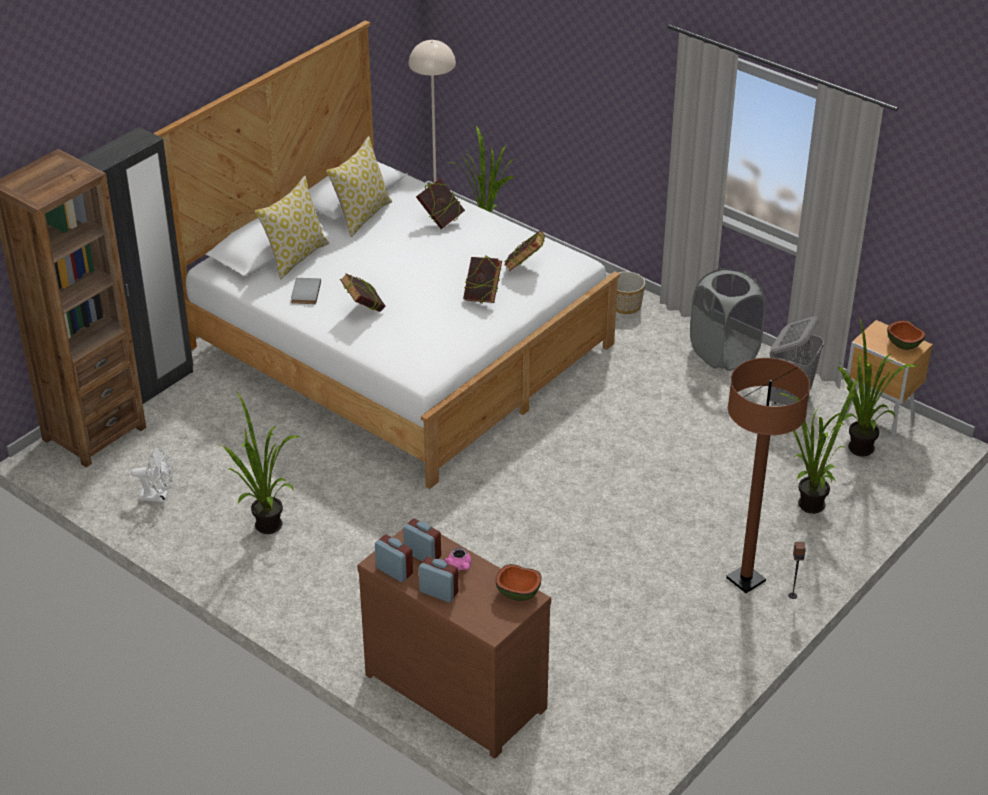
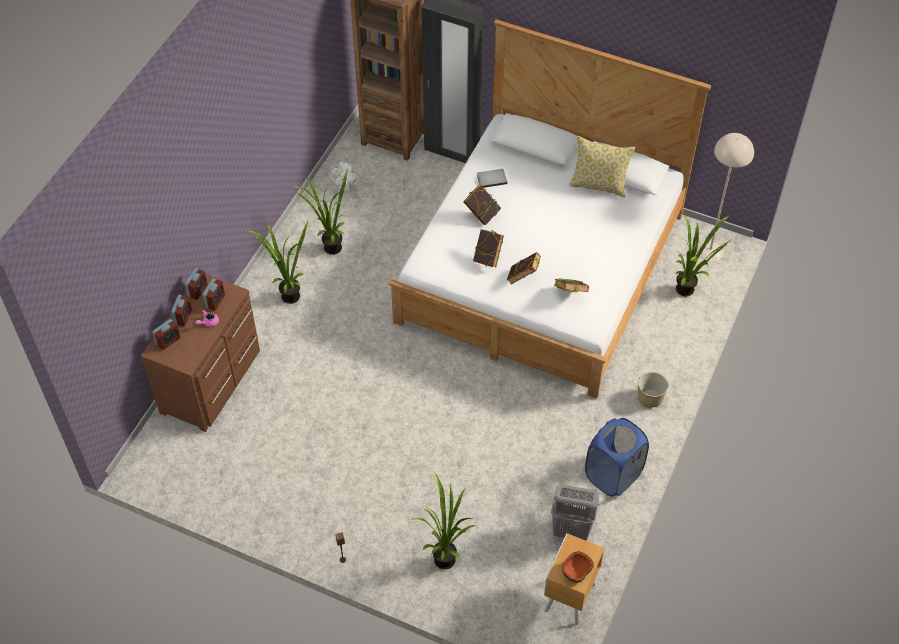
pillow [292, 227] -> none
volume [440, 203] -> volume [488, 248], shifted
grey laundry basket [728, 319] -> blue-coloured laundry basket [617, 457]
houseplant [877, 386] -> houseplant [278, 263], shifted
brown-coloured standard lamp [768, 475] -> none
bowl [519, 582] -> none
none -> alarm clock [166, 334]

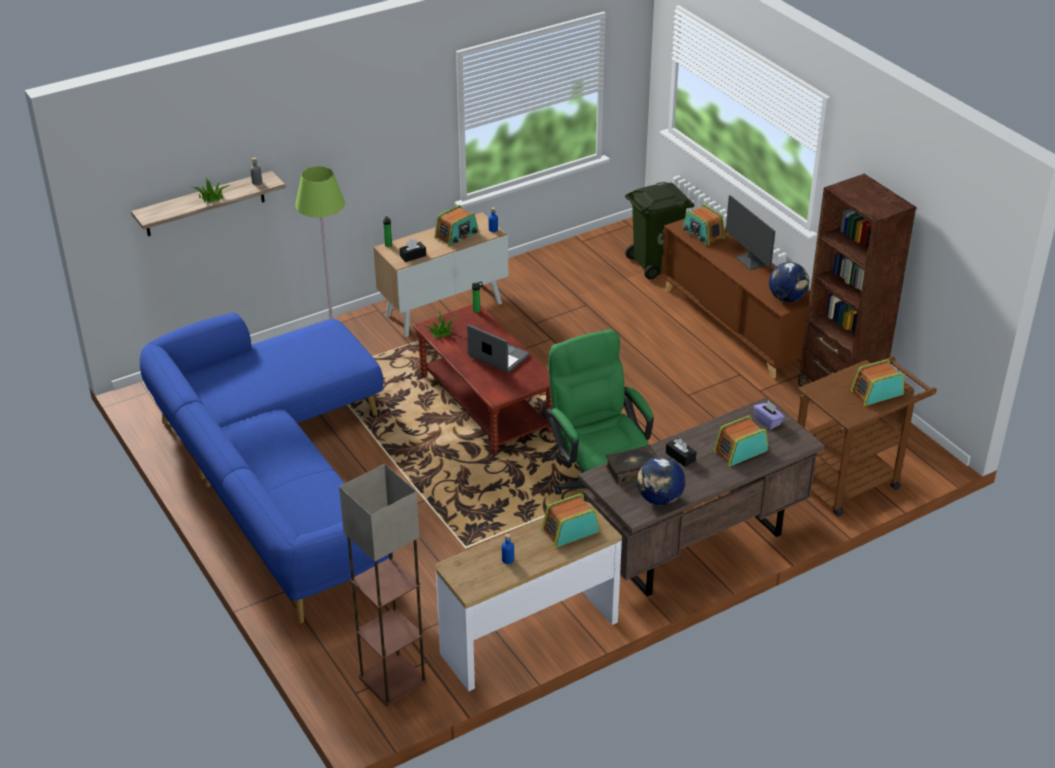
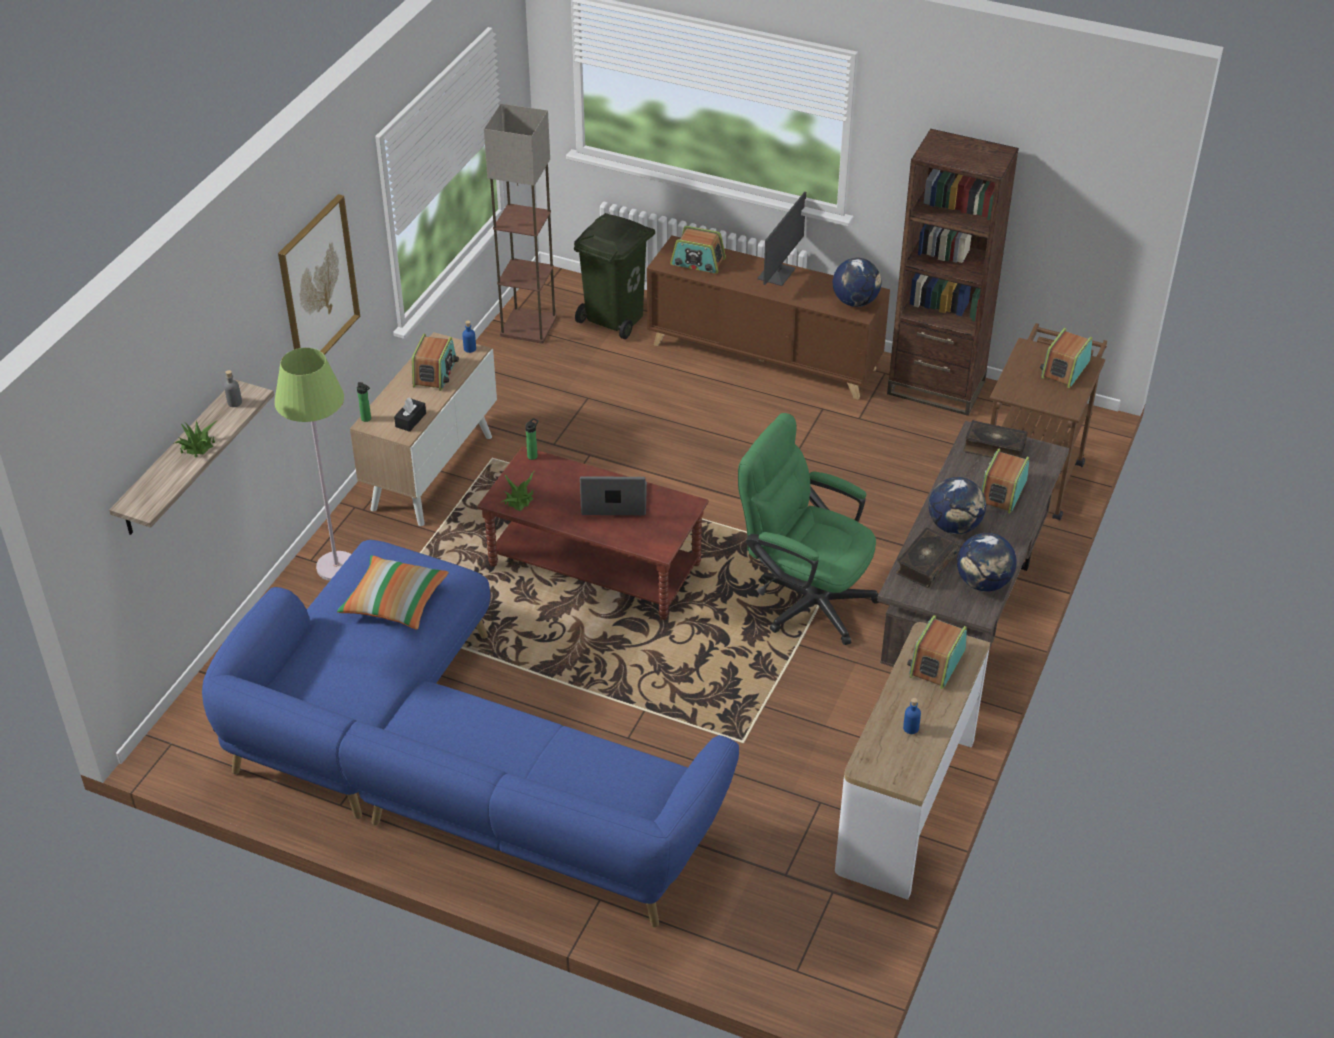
computer screen [750, 232] -> computer screen [781, 239], 90 degrees counterclockwise
purplish tissue box [768, 415] -> volume [995, 439]
black-coloured tissue box [681, 452] -> globe [957, 505]
standard lamp [383, 585] -> standard lamp [520, 224], shifted
none -> wall art [319, 274]
none -> pillow [393, 592]

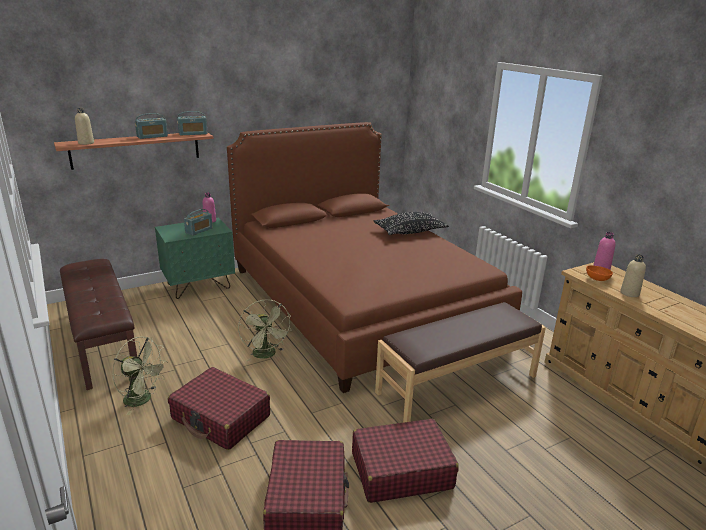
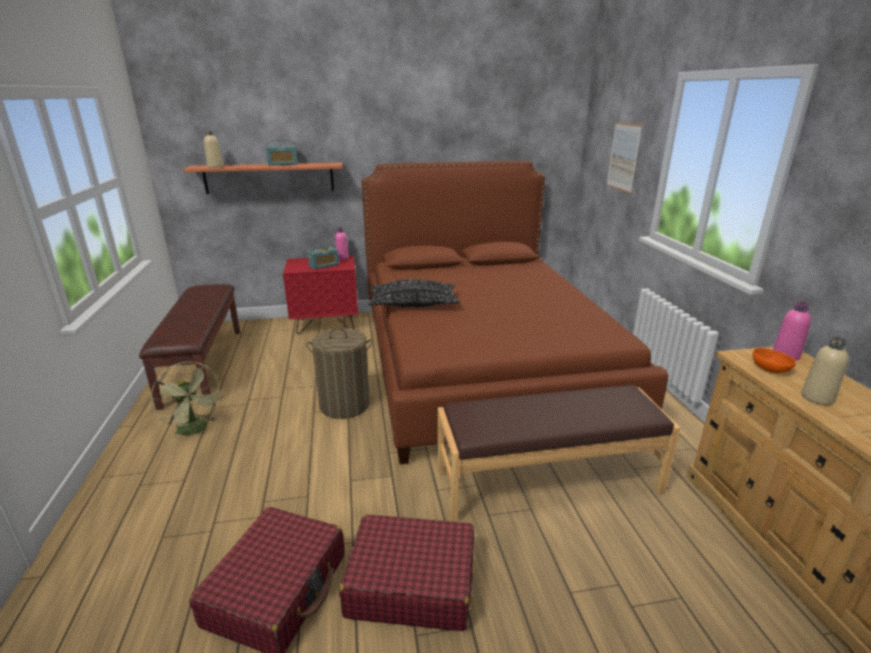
radio receiver [192, 123] -> none
black-coloured pillow [411, 223] -> black-coloured pillow [414, 293], shifted
greenish night table [195, 258] -> red-coloured night table [320, 295]
greenish fan [265, 330] -> laundry basket [339, 373]
red-coloured travel case [219, 408] -> none
none -> wall art [624, 157]

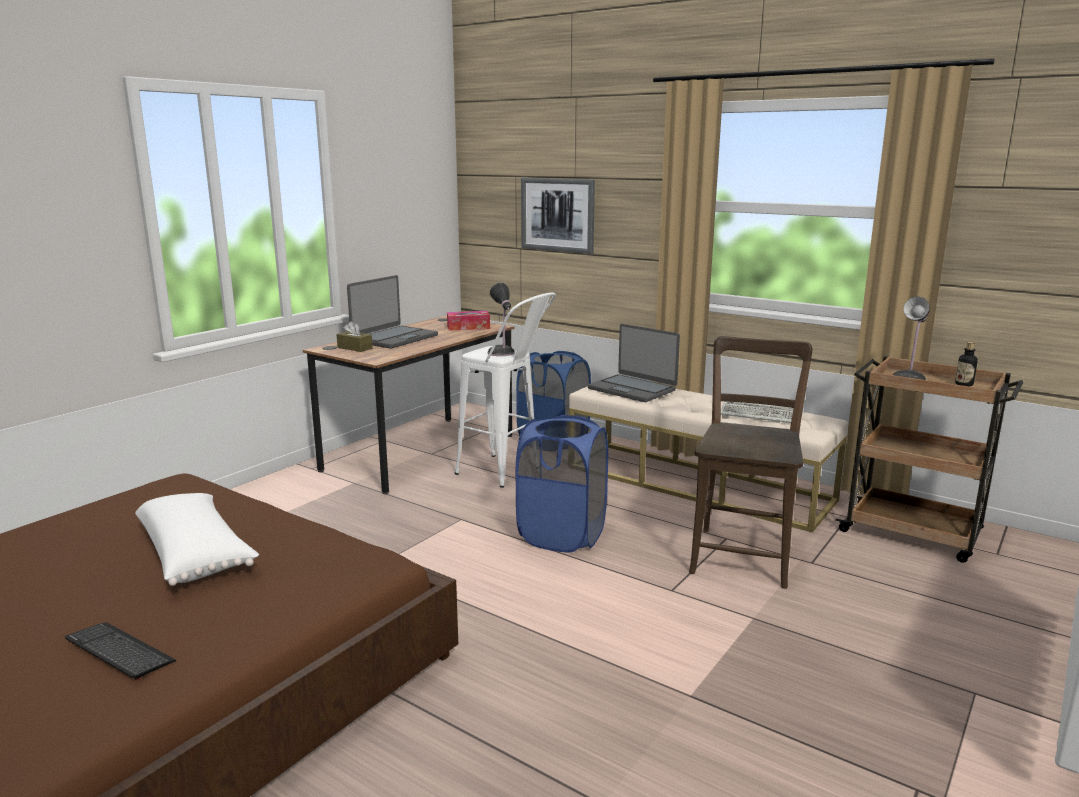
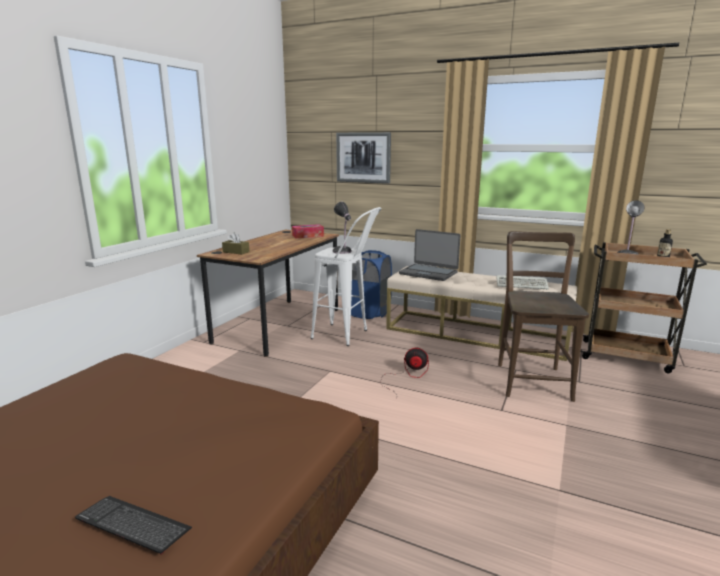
notebook computer [392, 312] -> none
blue-coloured laundry basket [562, 483] -> fan [404, 374]
white pillow [197, 539] -> none

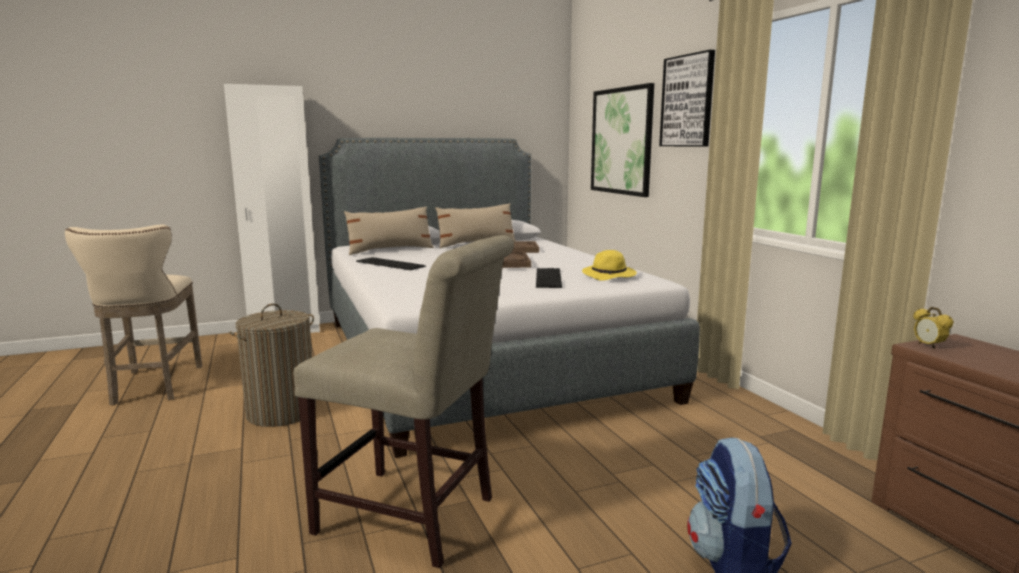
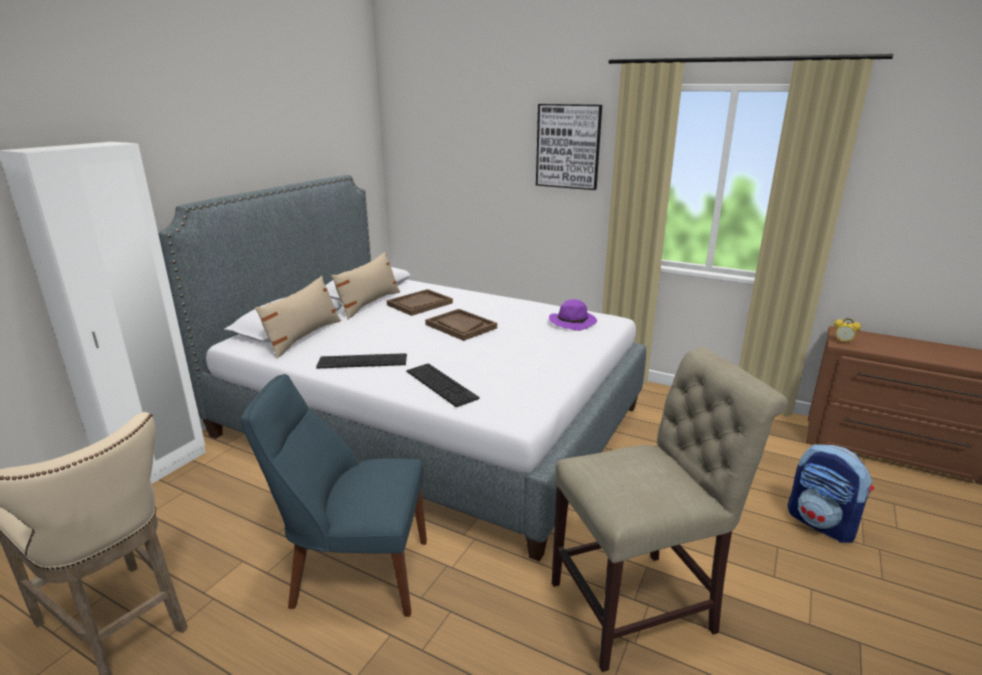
wall art [622, 140] -> none
yellow-coloured wearable hat [609, 265] -> purplish wearable hat [573, 315]
keyboard [549, 278] -> keyboard [443, 385], shifted
laundry basket [272, 365] -> blue-coloured upright chair [334, 495]

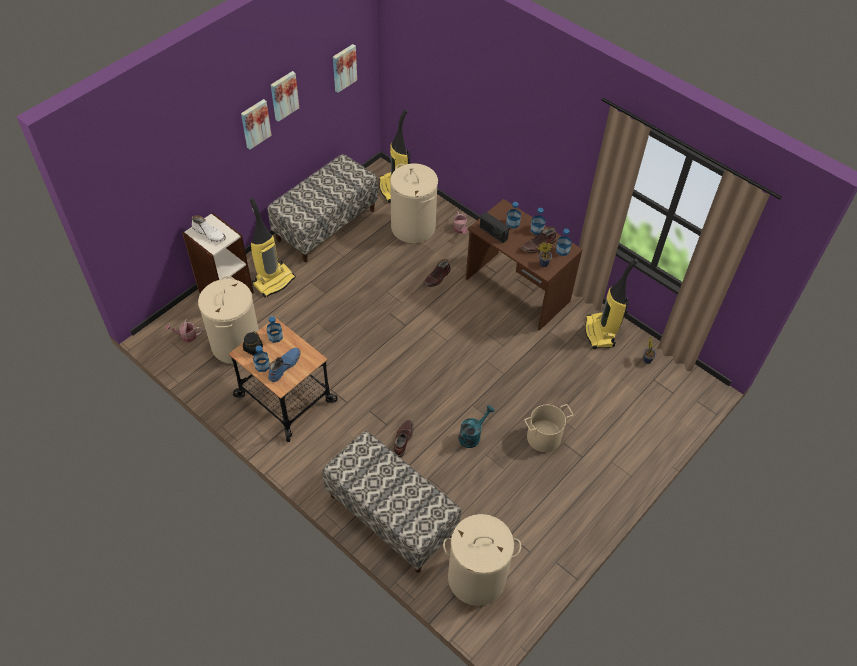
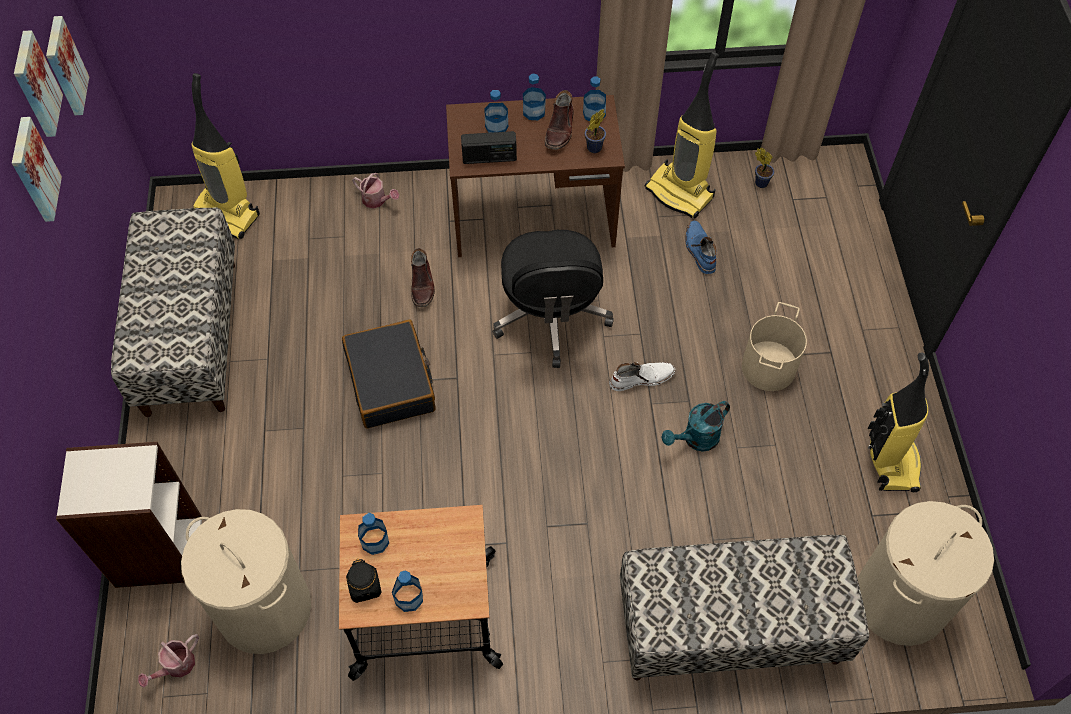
wall art [256, 124] -> wall art [38, 83], shifted
sand-coloured laundry basket [414, 203] -> none
hoover [272, 247] -> hoover [898, 422], shifted
white tall boot [209, 229] -> white tall boot [642, 376], shifted
blue-coloured tall boot [284, 365] -> blue-coloured tall boot [700, 247], shifted
blue-green watering can [476, 426] -> blue-green watering can [695, 426], 120 degrees counterclockwise
brown-coloured tall boot [403, 438] -> none
none -> black-coloured computer chair [553, 299]
none -> black-coloured travel case [388, 374]

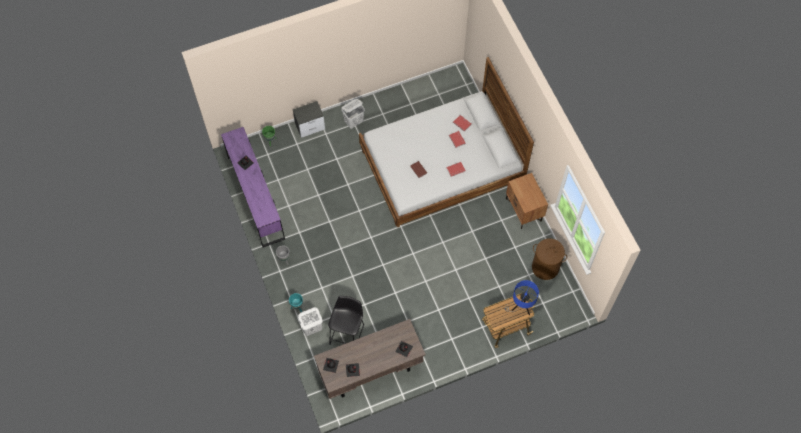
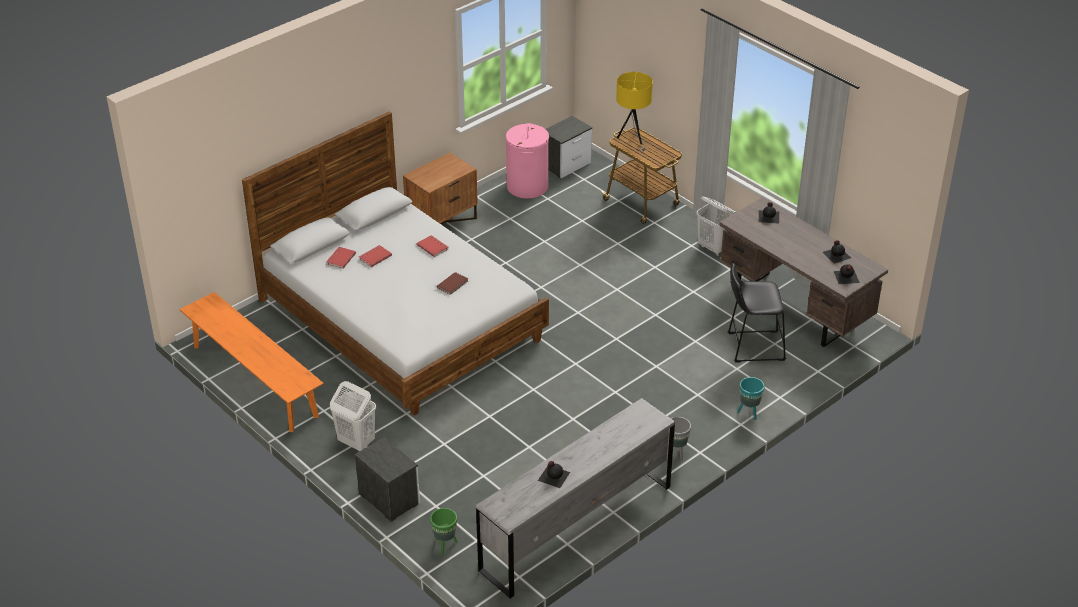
purplish dresser [253, 187] -> grey dresser [575, 498]
brown-coloured laundry basket [549, 259] -> pinkish laundry basket [527, 161]
blue-coloured tabletop lamp [522, 297] -> yellow-coloured tabletop lamp [634, 111]
white laundry basket [310, 321] -> white laundry basket [716, 226], shifted
none -> night table [569, 147]
none -> orange indoor bench [251, 362]

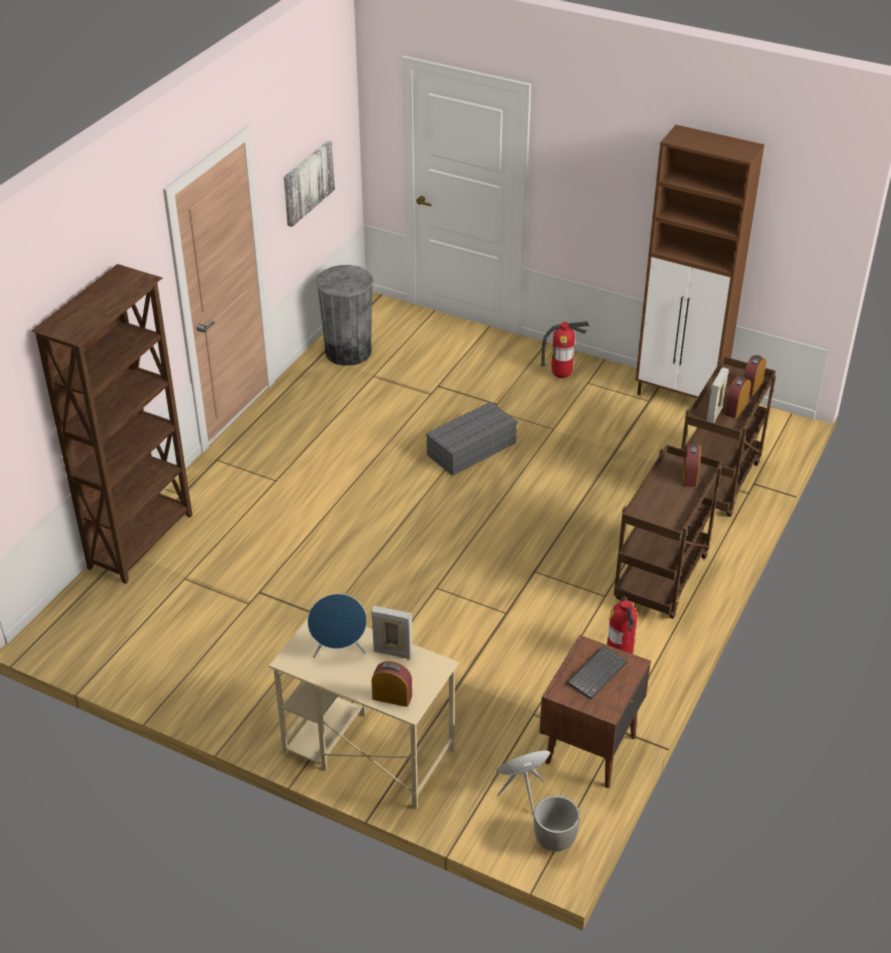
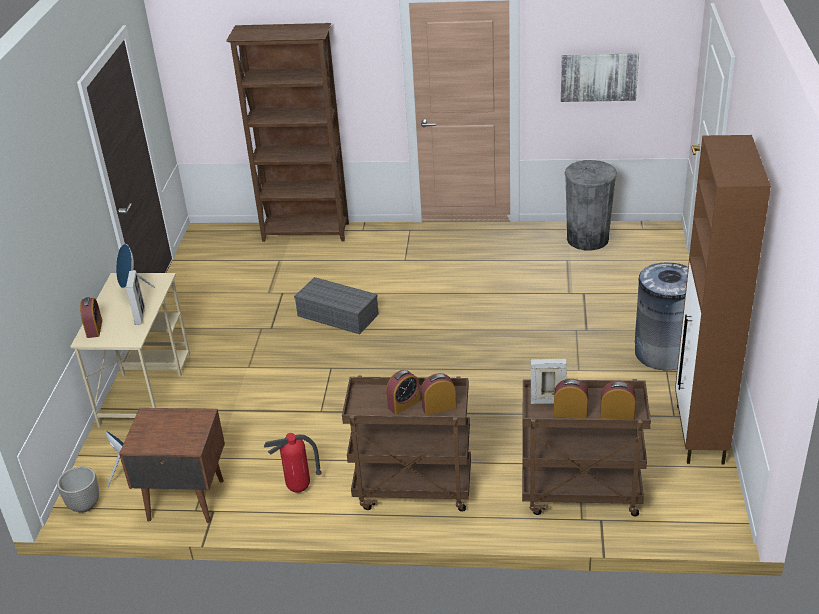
fire extinguisher [565, 349] -> grey trash can [661, 316]
grey storage container [472, 439] -> grey storage container [336, 305], shifted
keyboard [597, 672] -> none
none -> alarm clock [403, 392]

